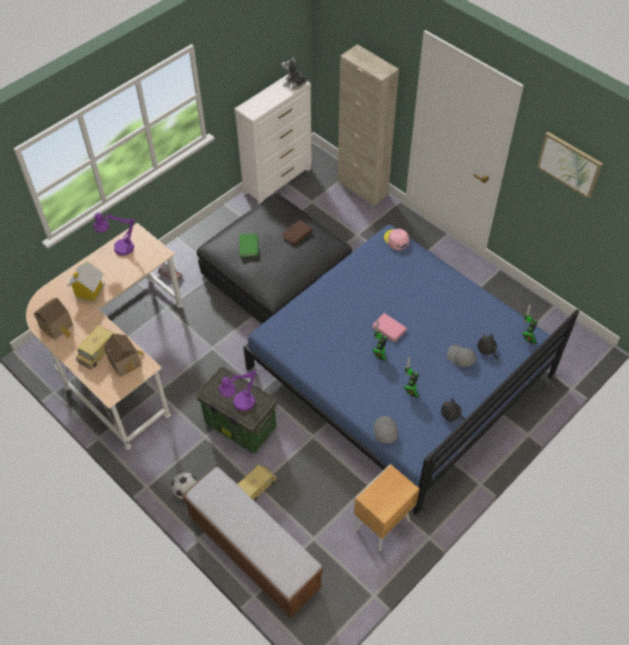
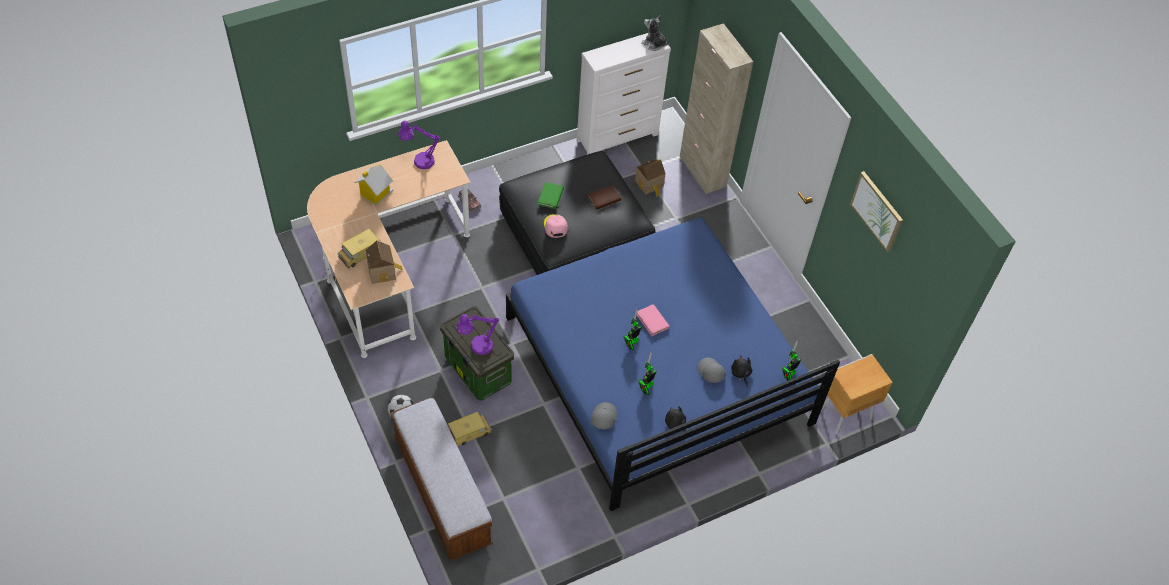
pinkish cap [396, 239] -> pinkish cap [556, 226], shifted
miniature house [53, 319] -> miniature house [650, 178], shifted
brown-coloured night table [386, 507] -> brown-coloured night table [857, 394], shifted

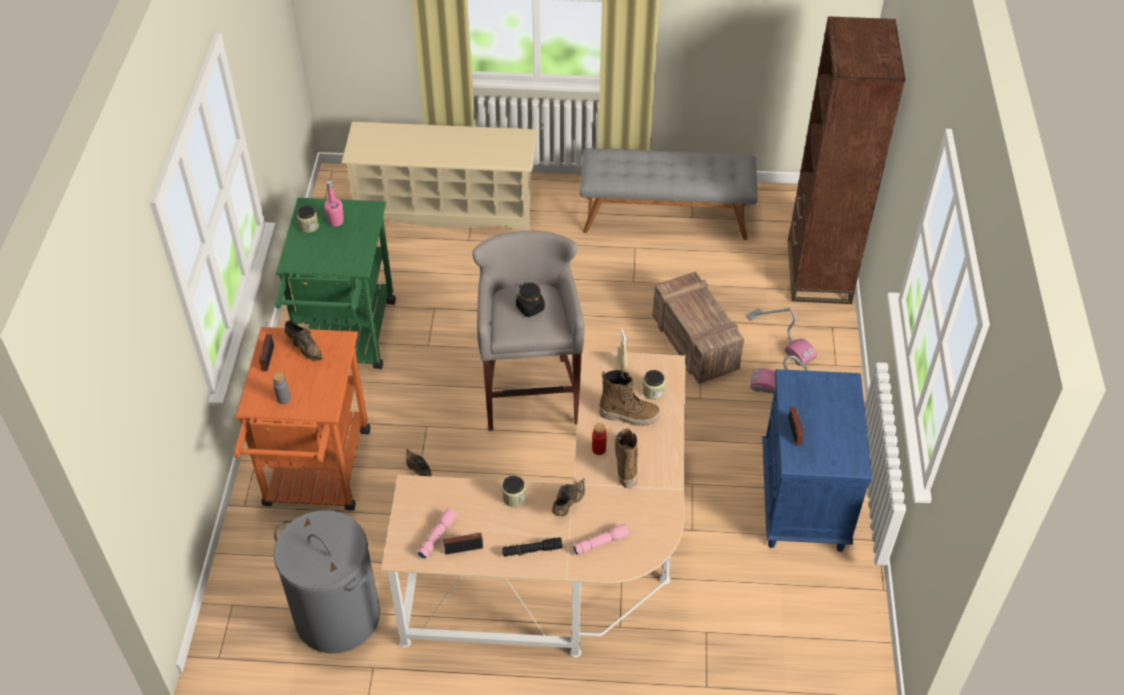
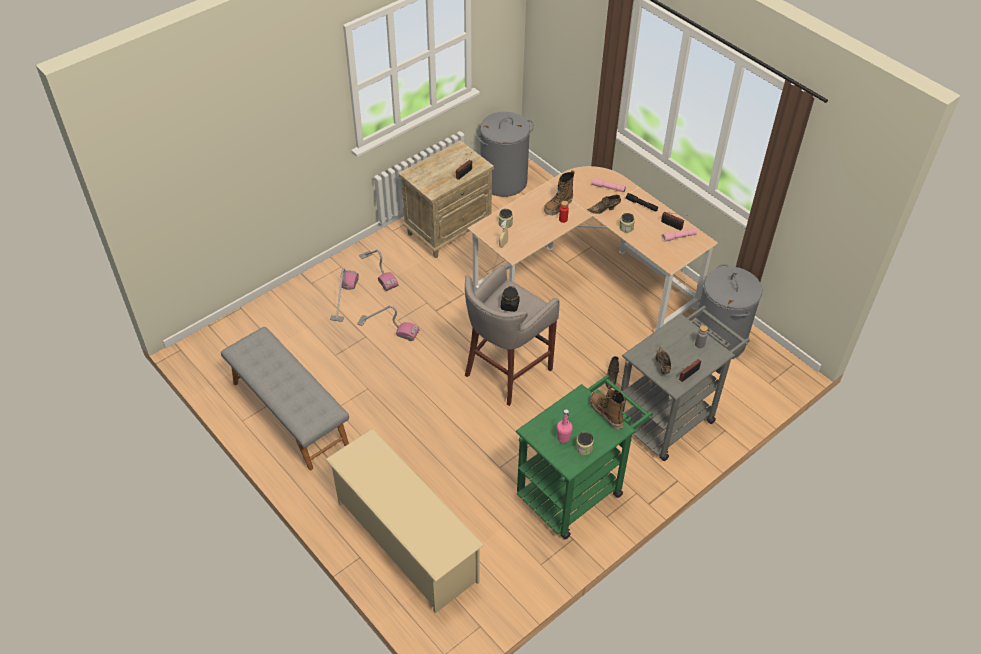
brown-coloured bookshelf [847, 160] -> none
shipping crate [698, 327] -> hoover [388, 323]
orange cart [302, 419] -> grey cart [685, 383]
blue-coloured night table [817, 460] -> sand-coloured night table [446, 199]
tall boot [629, 398] -> tall boot [607, 409], shifted
none -> grey laundry basket [505, 154]

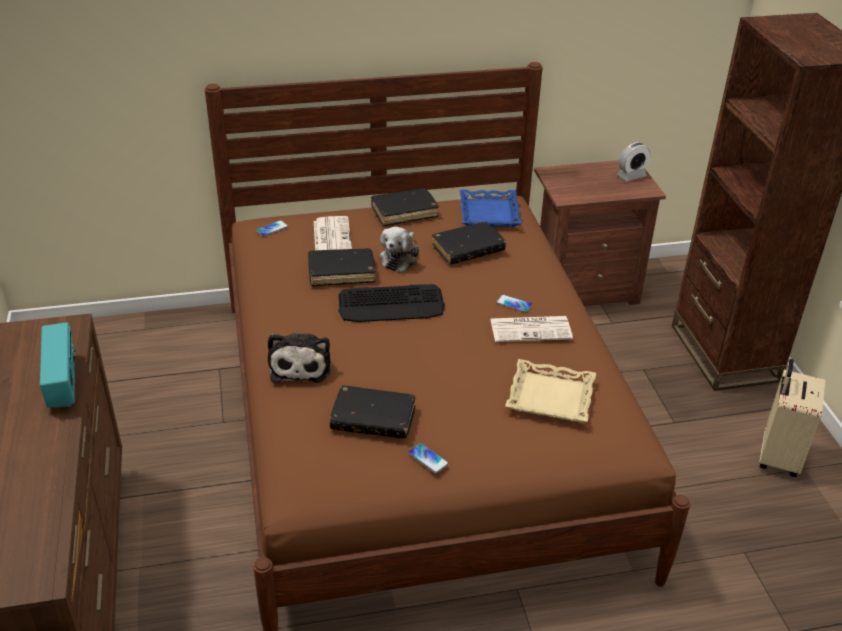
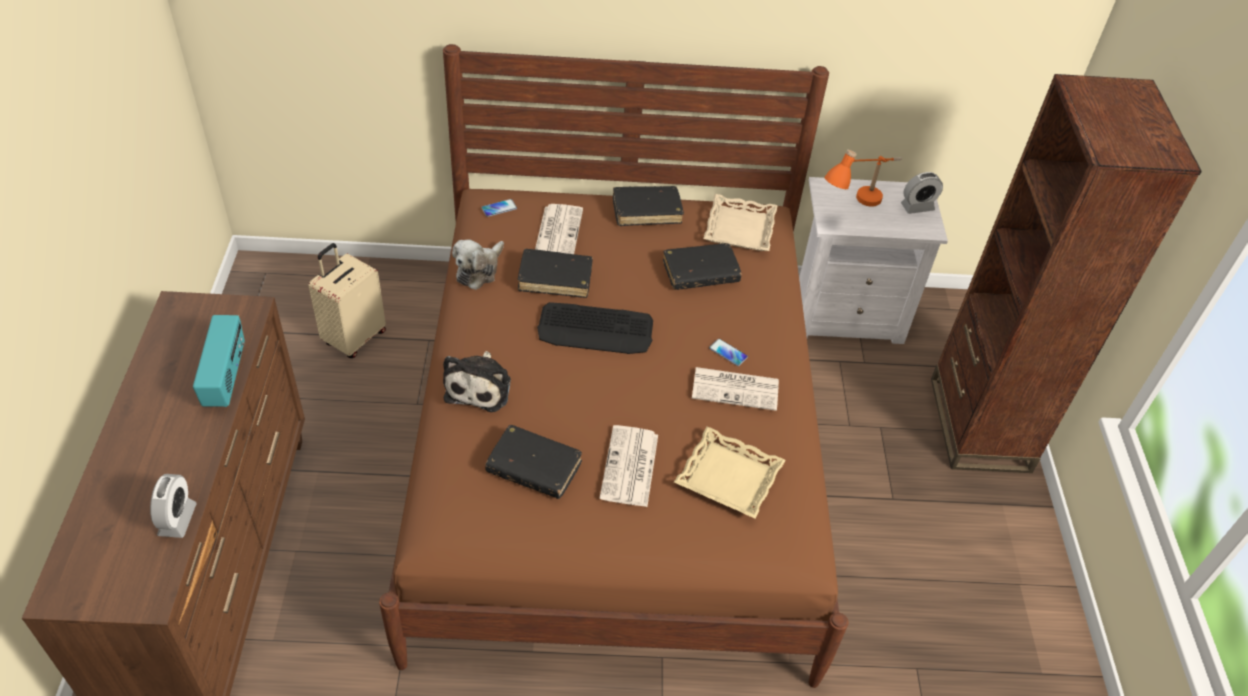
brown-coloured night table [600, 233] -> white night table [873, 260]
blue-coloured carrying tray [491, 208] -> sand-coloured carrying tray [740, 222]
soft toy [399, 249] -> soft toy [478, 265], shifted
sand-coloured travel case [792, 418] -> sand-coloured travel case [347, 300], shifted
handset [428, 458] -> none
none -> orange tabletop lamp [863, 178]
none -> daily paper [629, 466]
none -> alarm clock [173, 506]

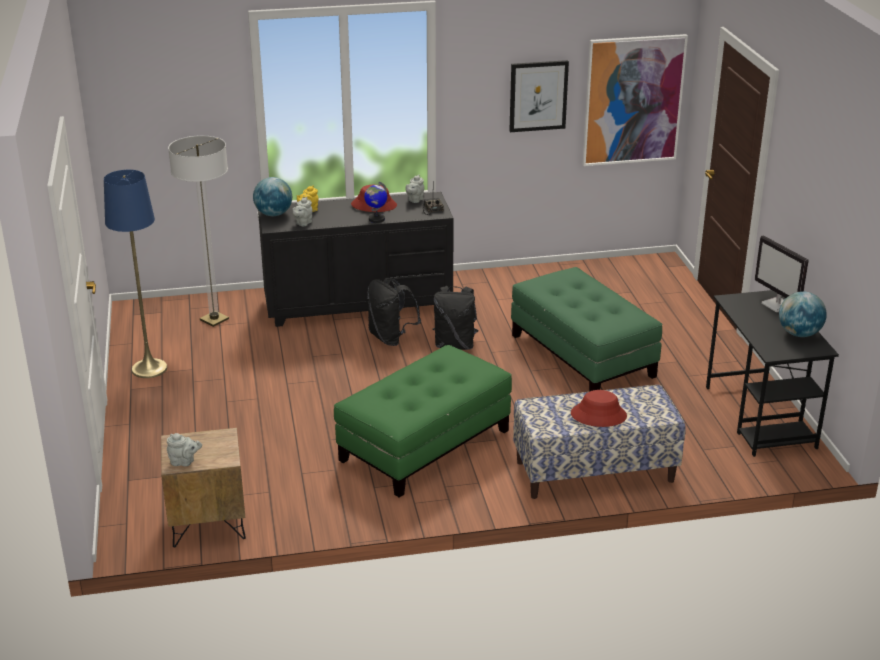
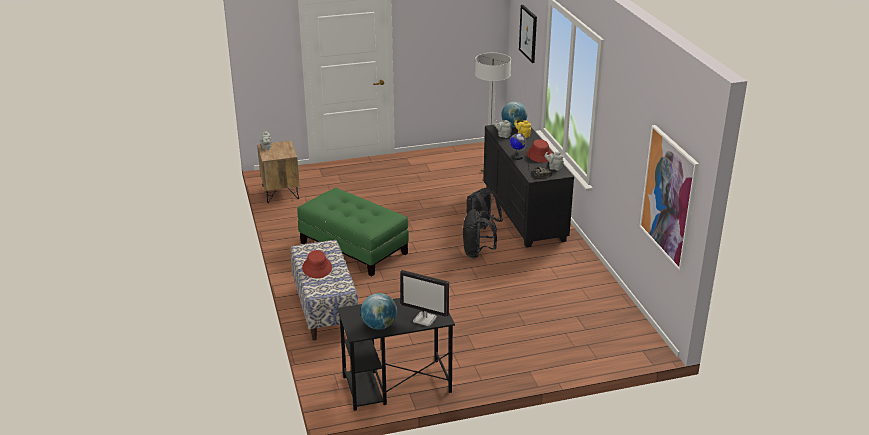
wall art [539, 96] -> wall art [528, 34], shifted
blue-coloured standard lamp [135, 274] -> none
computer screen [782, 273] -> computer screen [424, 298], 120 degrees counterclockwise
greenish pouffe [586, 329] -> none

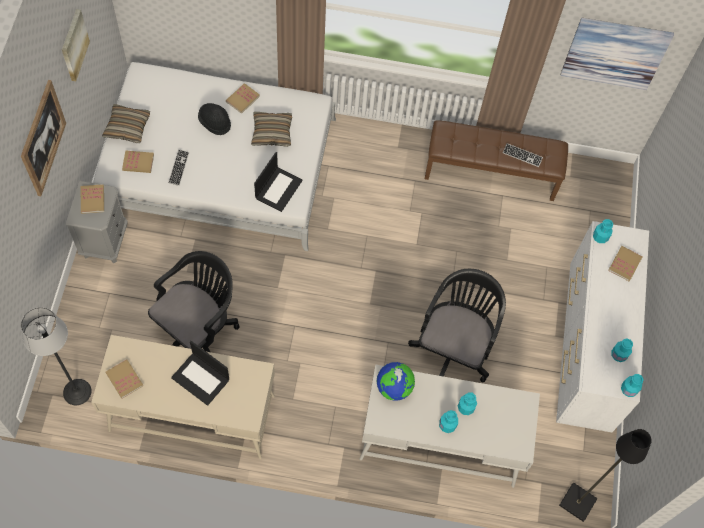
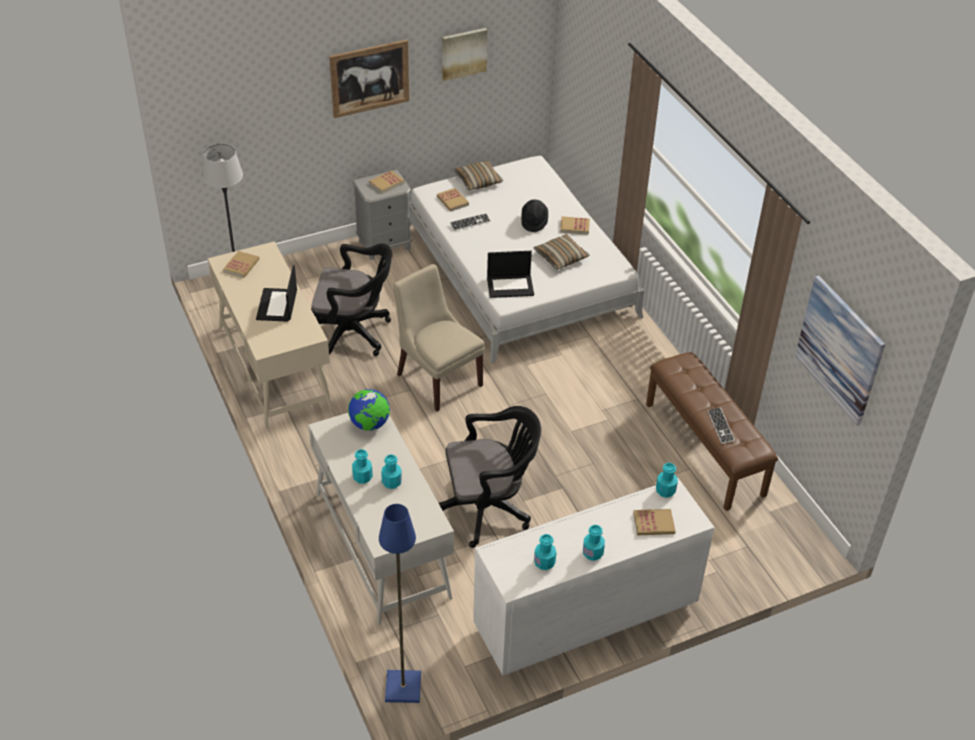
blue-green beverage bottle [632, 385] -> blue-green beverage bottle [594, 543], shifted
black-coloured standard lamp [605, 475] -> blue-coloured standard lamp [400, 603]
none -> sand-coloured upright chair [439, 337]

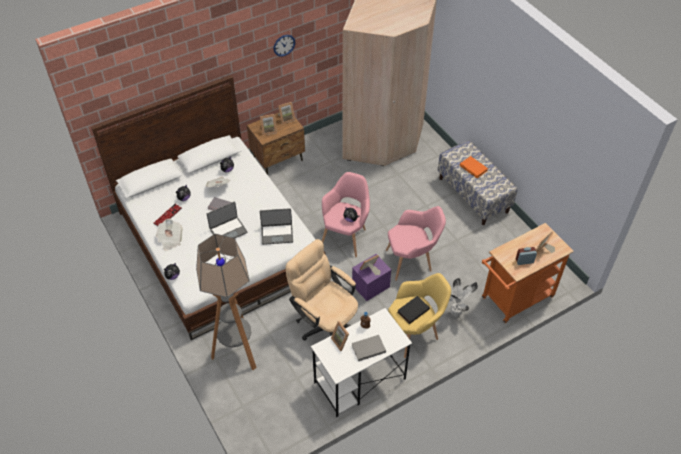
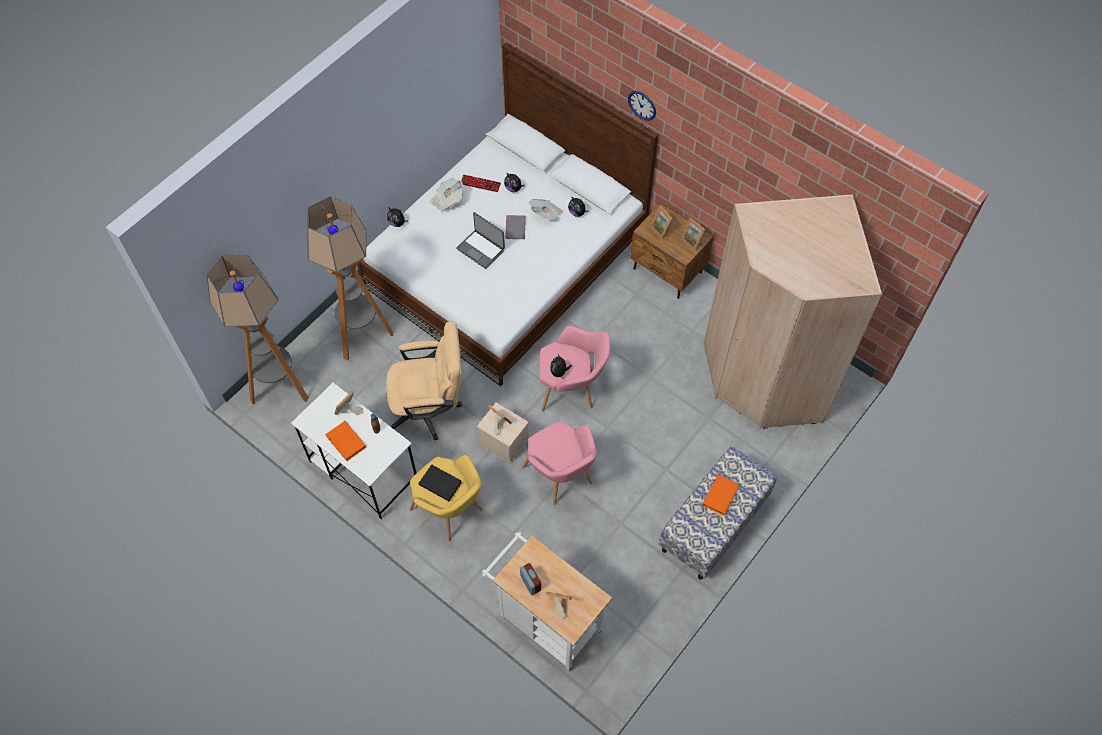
wall clock [284, 46] -> wall clock [642, 106], shifted
notebook computer [276, 226] -> none
orange cart [528, 273] -> white cart [547, 601]
sand-coloured computer chair [321, 290] -> sand-coloured computer chair [424, 381], 60 degrees clockwise
purplish storage container [371, 277] -> sand-coloured storage container [503, 433]
houseplant [463, 297] -> none
grey volume [369, 348] -> orange volume [346, 441]
none -> standard lamp [258, 329]

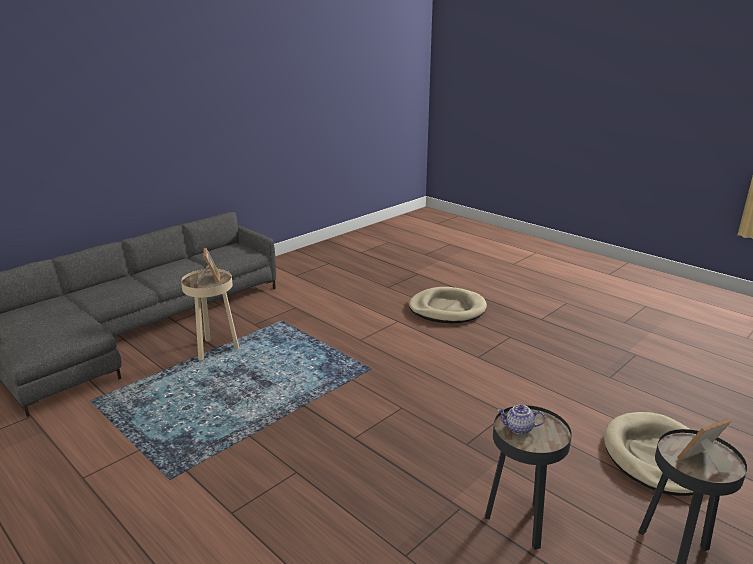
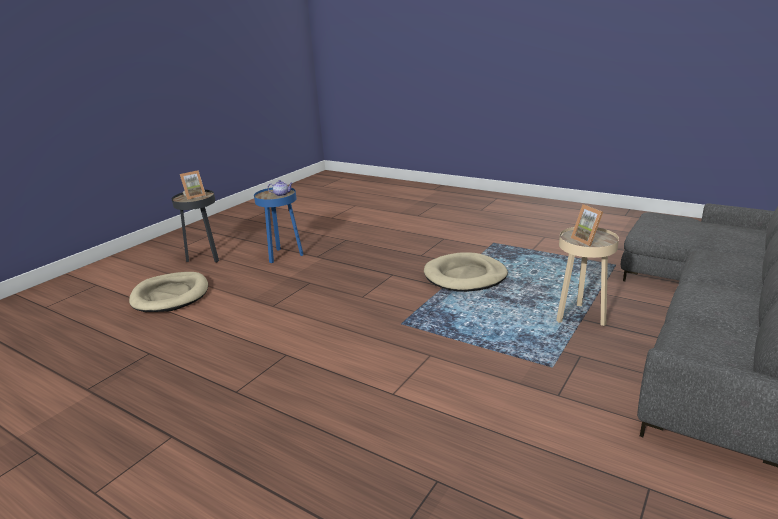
sand-coloured dog bed [448, 305] -> sand-coloured dog bed [466, 272], shifted
black-coloured side table [528, 477] -> blue-coloured side table [278, 225]

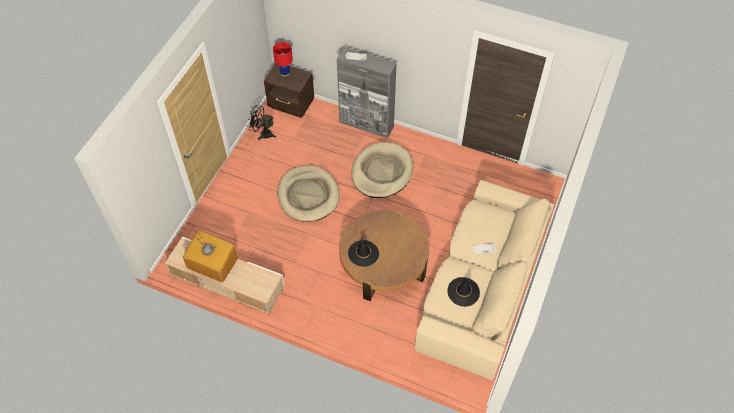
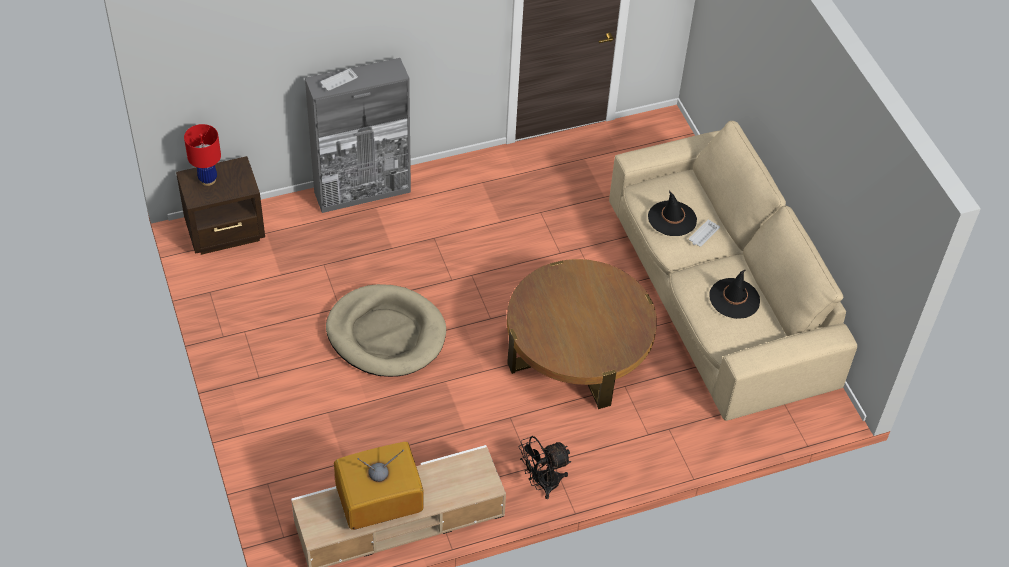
black-coloured fan [262, 122] -> black-coloured fan [545, 467], shifted
sand-coloured dog bed [382, 170] -> none
black-coloured wearable hat [363, 252] -> black-coloured wearable hat [672, 213], shifted

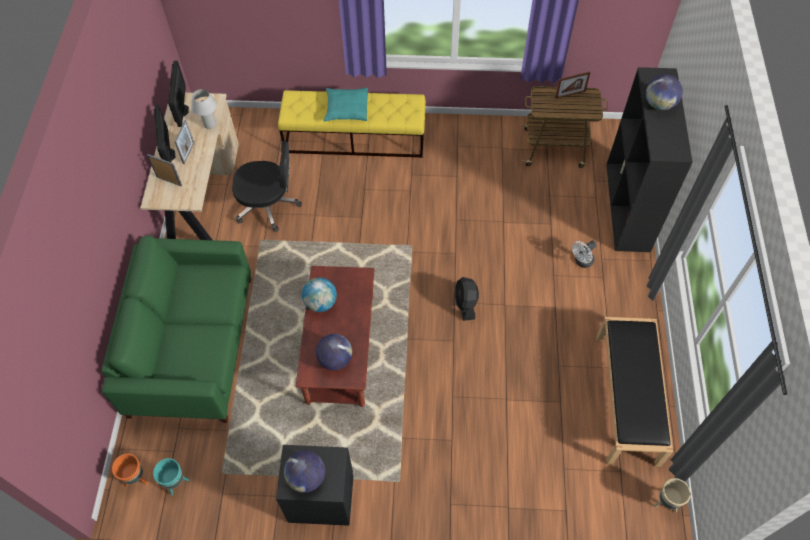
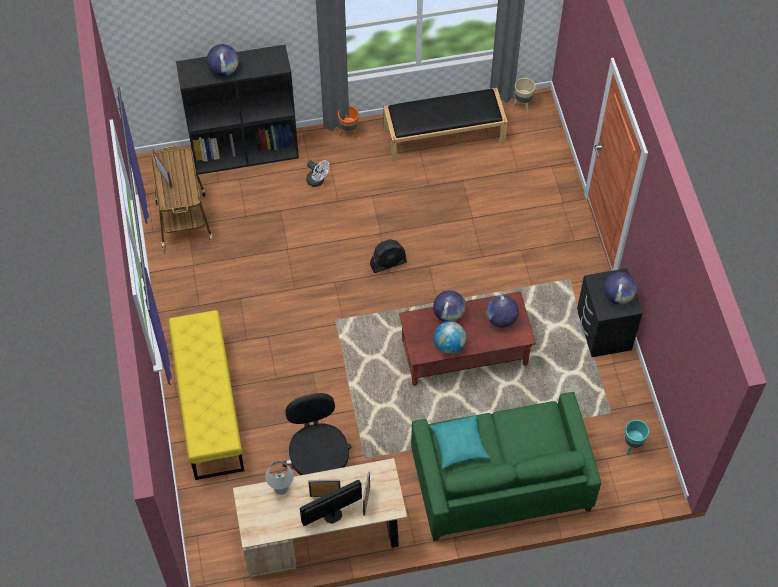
computer screen [178, 94] -> none
blue-green pillow [346, 104] -> blue-green pillow [460, 442], shifted
orange flower pot [130, 470] -> orange flower pot [348, 122], shifted
none -> globe [449, 306]

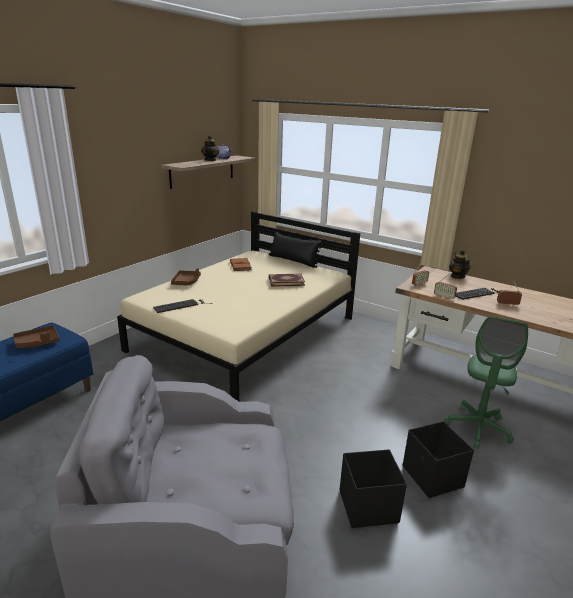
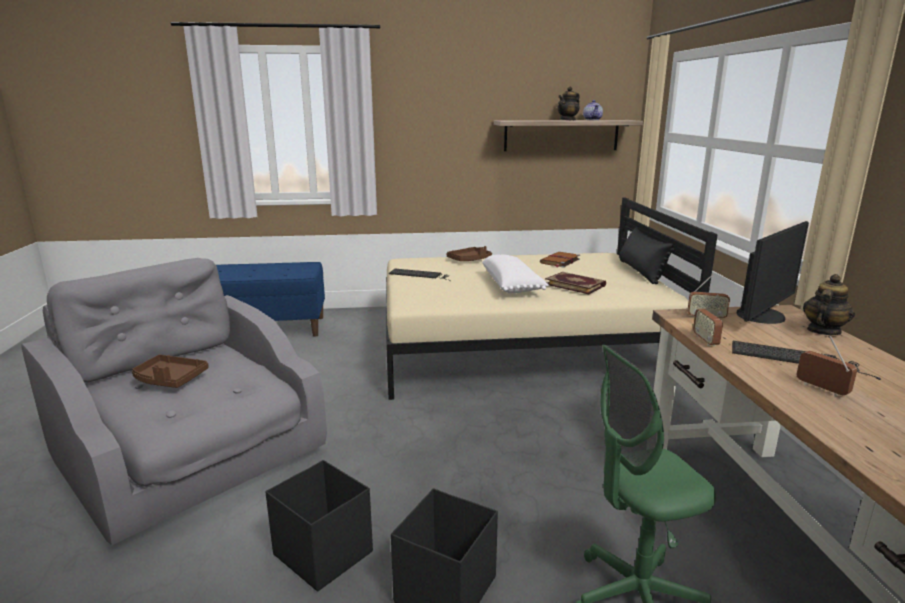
brown-coloured carrying tray [36, 336] -> brown-coloured carrying tray [170, 371], shifted
none -> computer screen [773, 272]
none -> white pillow [515, 273]

